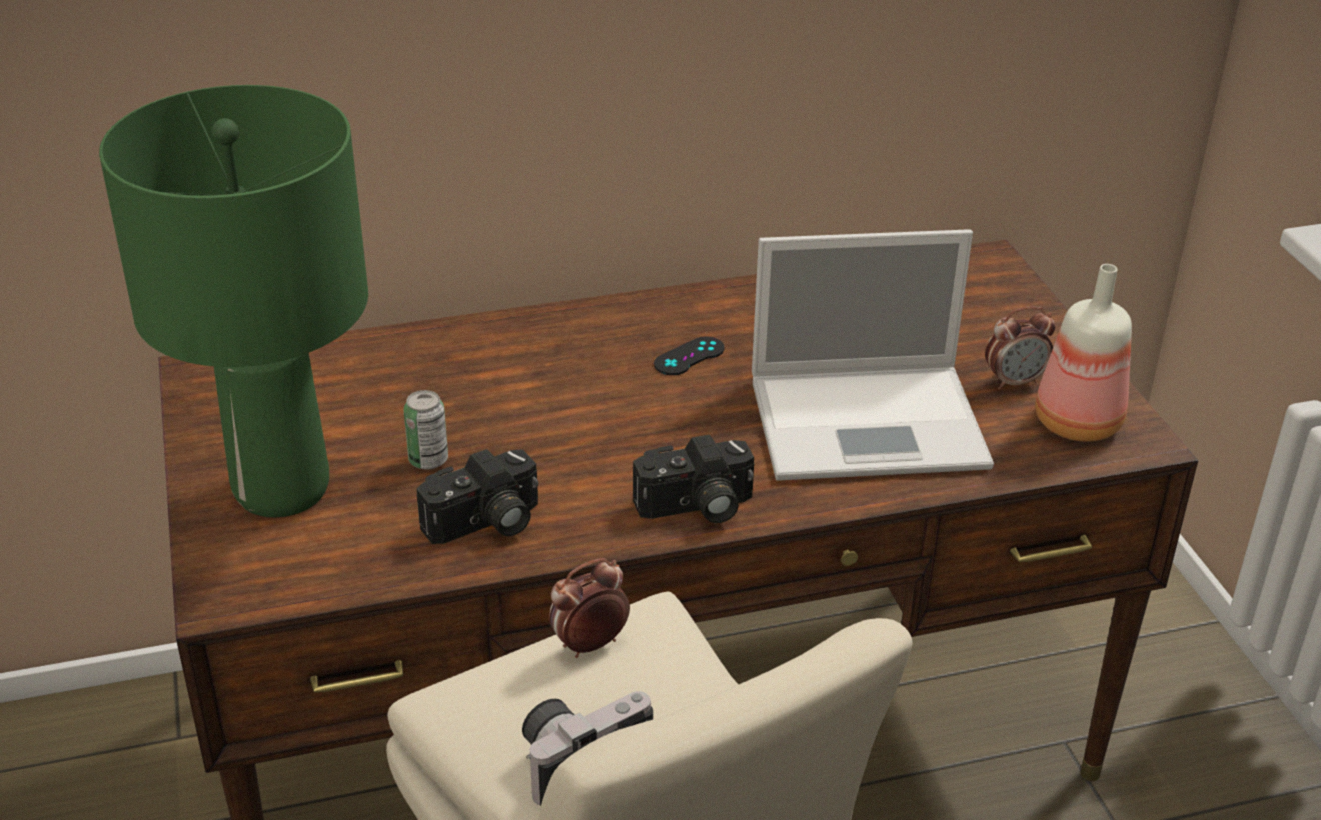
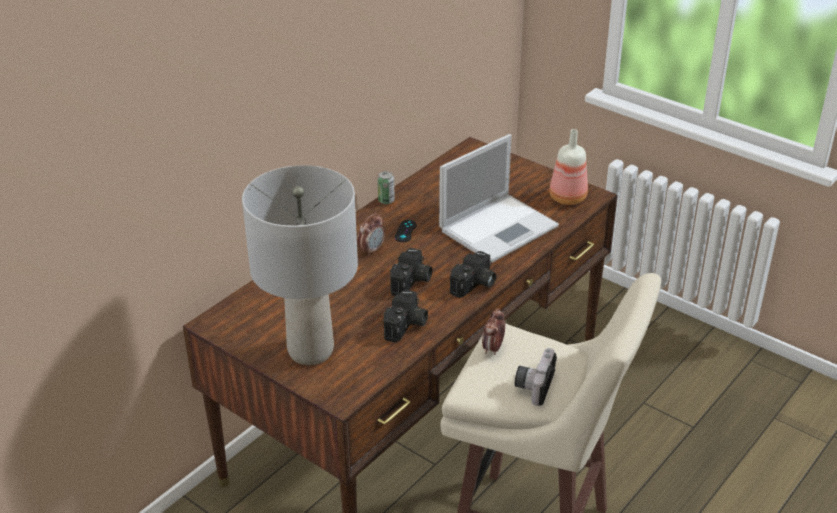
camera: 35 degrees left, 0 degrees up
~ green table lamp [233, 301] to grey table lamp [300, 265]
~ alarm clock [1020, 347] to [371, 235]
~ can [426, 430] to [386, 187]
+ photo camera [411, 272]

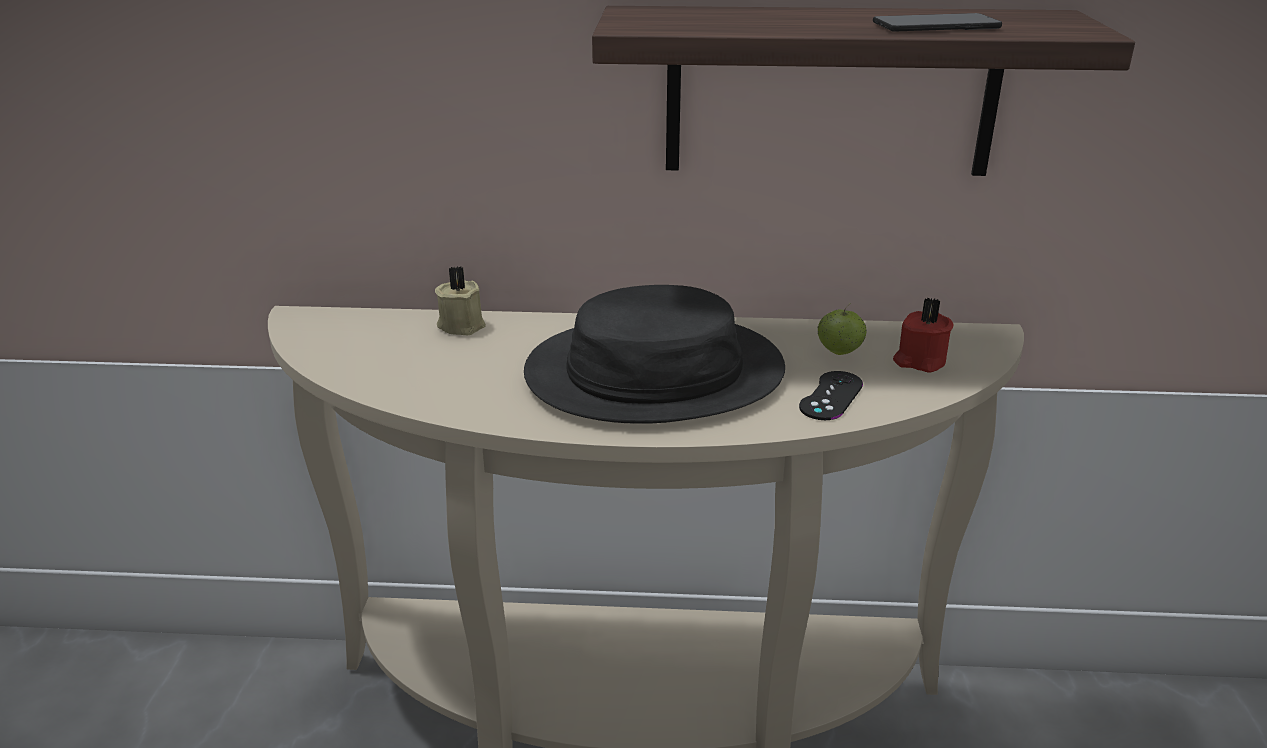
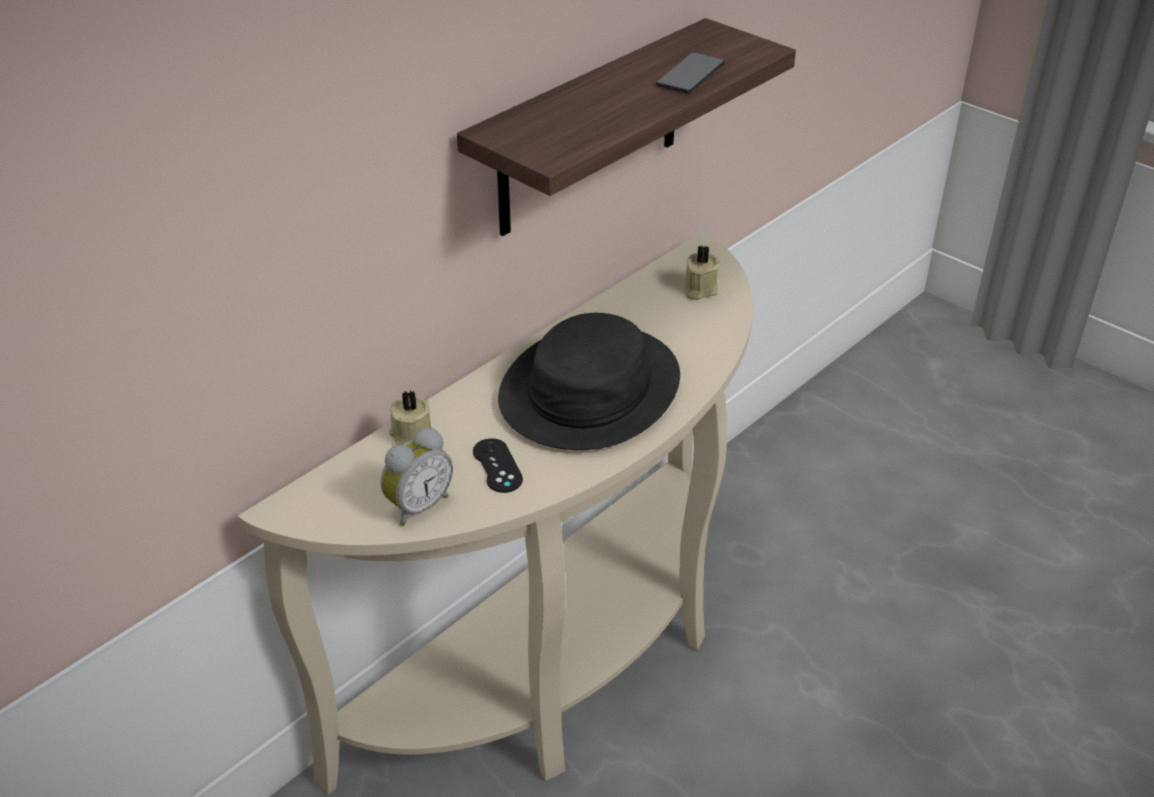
camera: 50 degrees left, 10 degrees up
~ red candle [923, 334] to beige candle [702, 272]
- apple [842, 328]
~ black game controller [831, 395] to [498, 465]
+ alarm clock [417, 477]

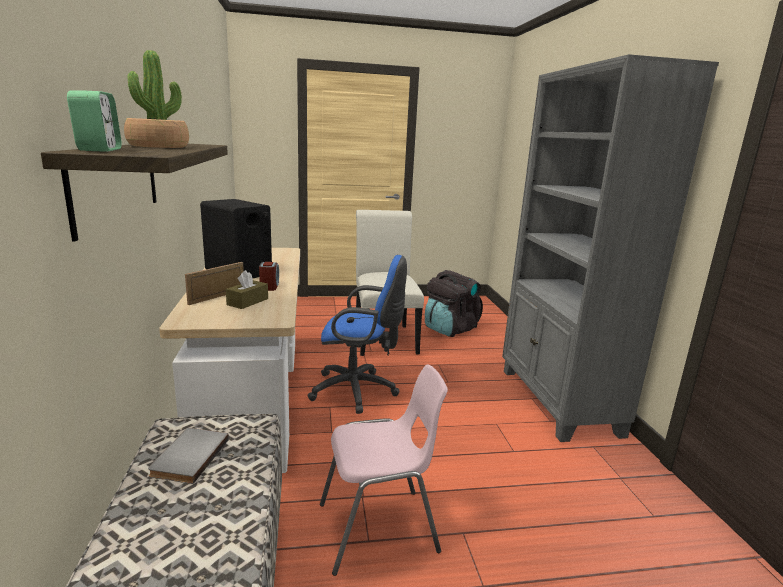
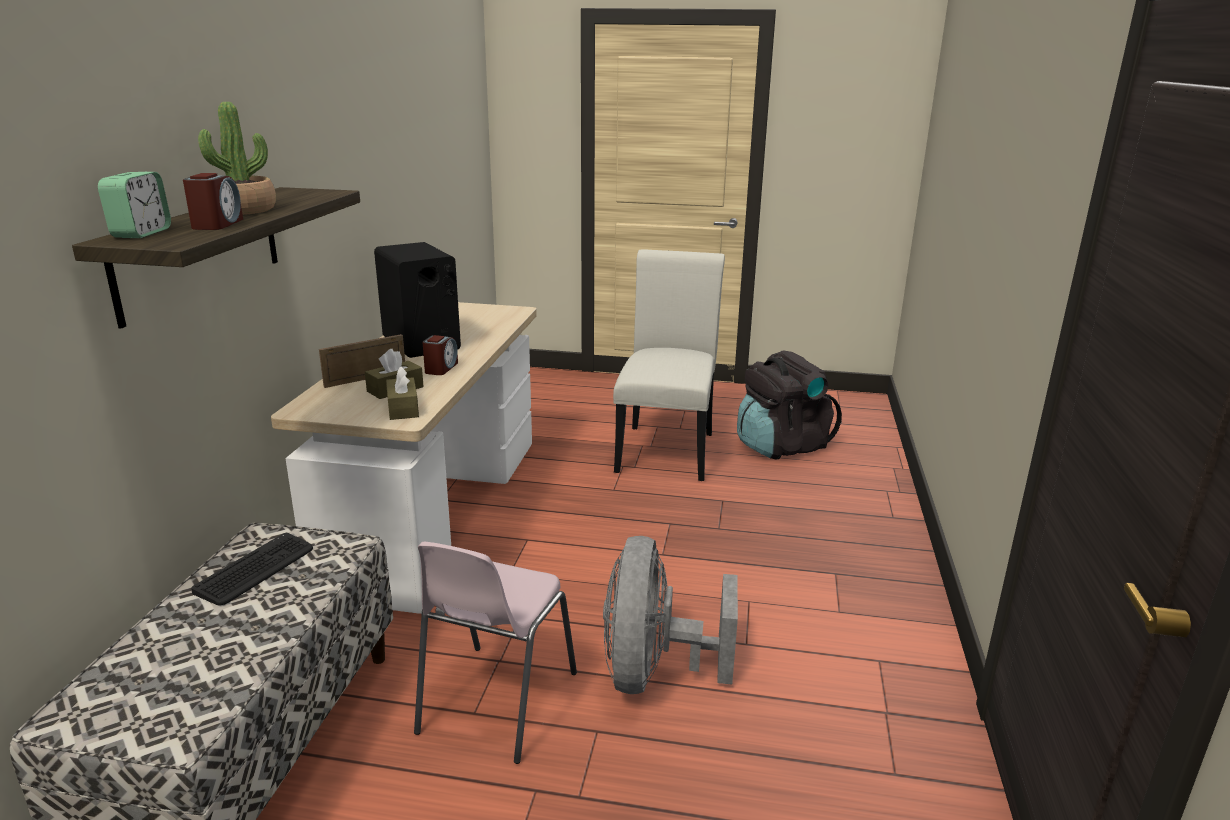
camera: 20 degrees right, 5 degrees up
- grey bookcase [610, 248]
- blue office chair [357, 334]
~ pink chair [384, 470] = [495, 652] 105 degrees clockwise
~ grey book [188, 456] to keyboard [252, 569]
+ alarm clock [213, 201]
+ brown tissue box [402, 393]
+ grey fan [670, 615]

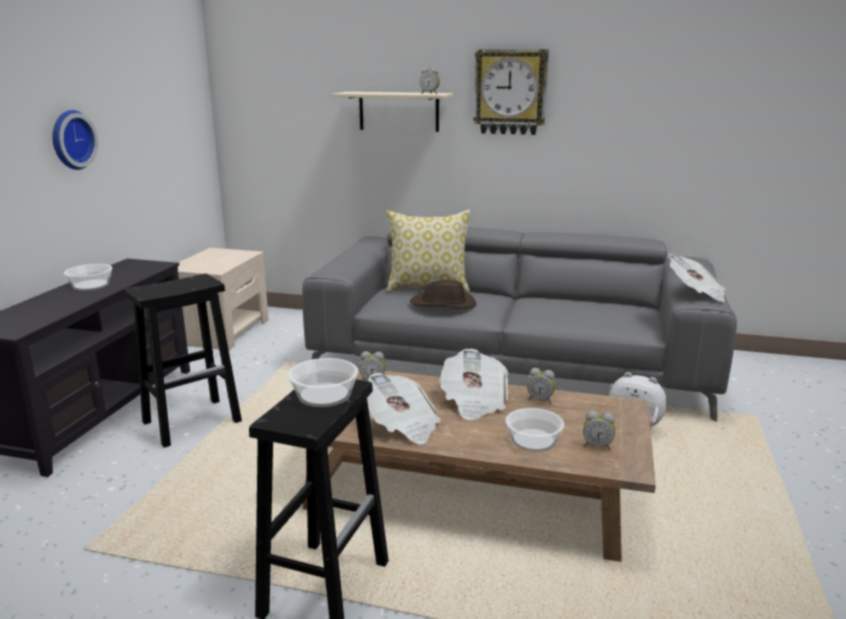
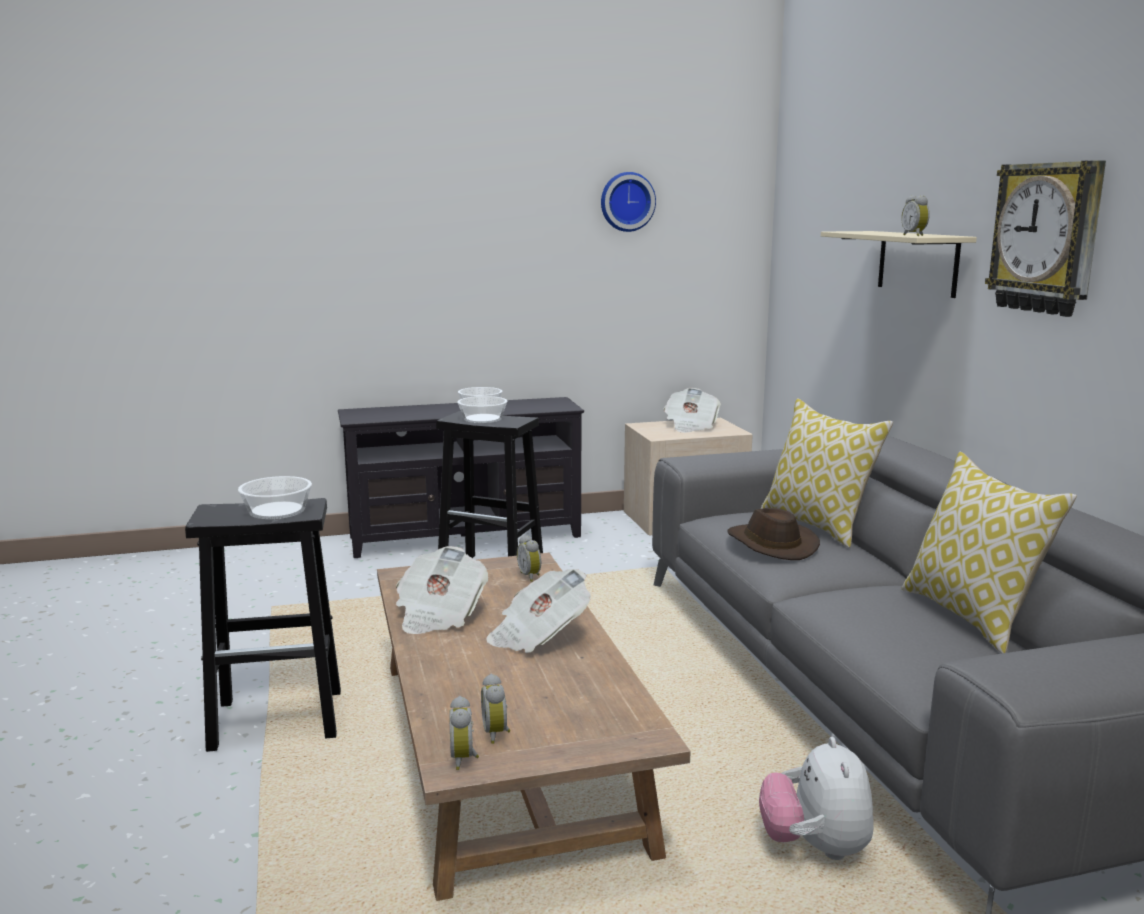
camera: 60 degrees right, 5 degrees down
~ wall clock [75, 140] to [628, 202]
~ newspaper [697, 278] to [692, 410]
~ alarm clock [541, 386] to [464, 733]
~ bowl [535, 430] to [482, 409]
+ pillow [989, 553]

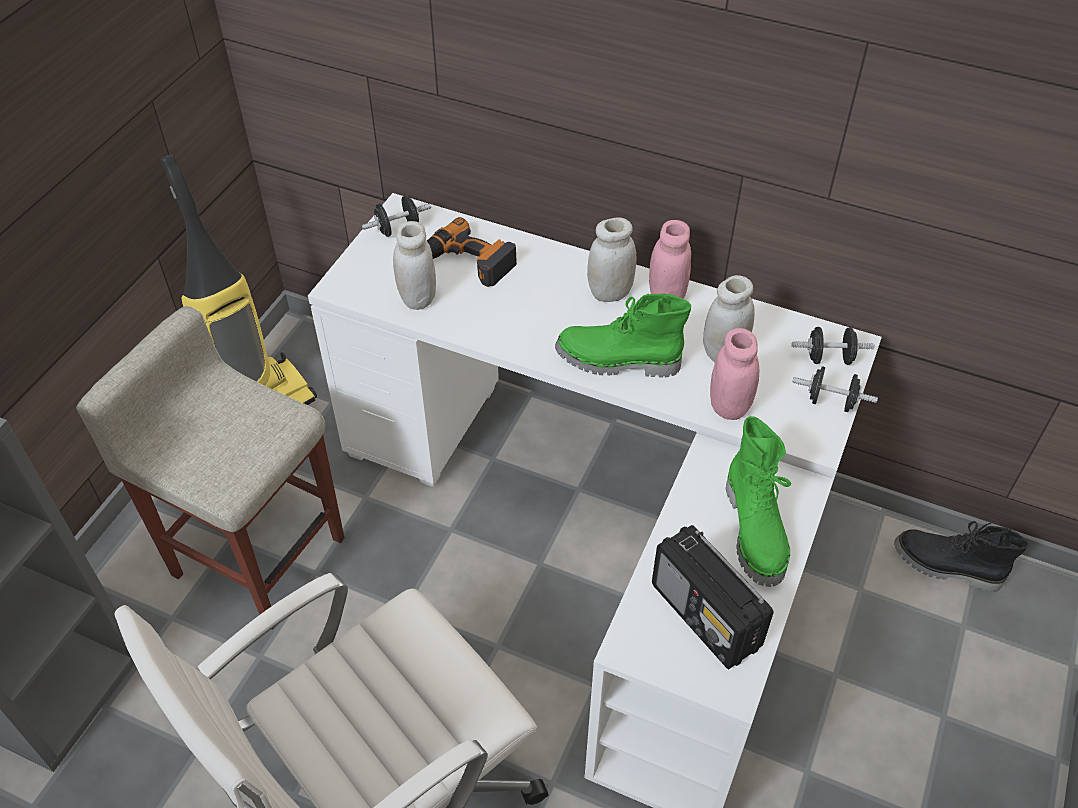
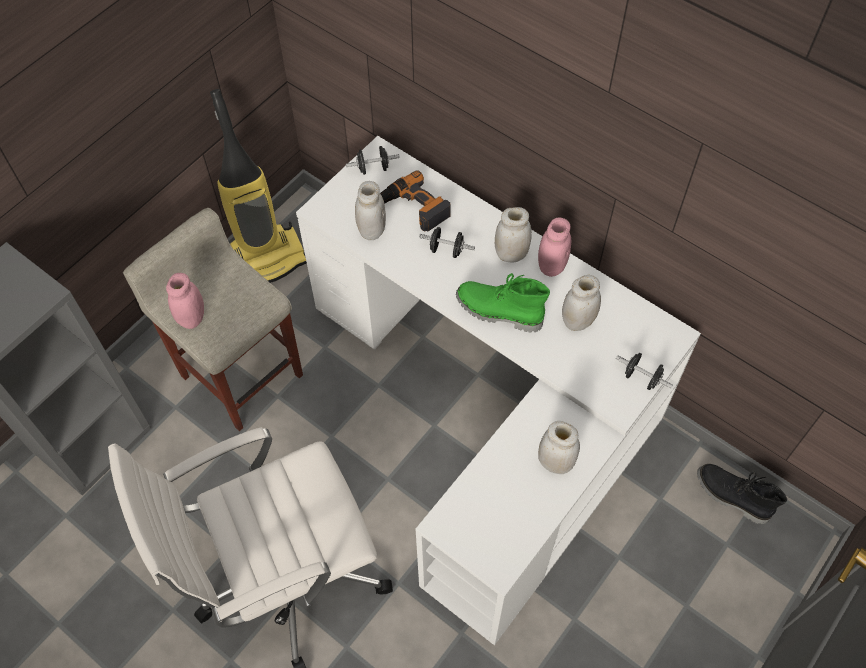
camera: 15 degrees right, 10 degrees up
~ black dumbbell [833, 346] to [447, 242]
~ pink jar [734, 374] to [185, 301]
~ green boot [758, 501] to white jar [559, 447]
- radio [713, 597]

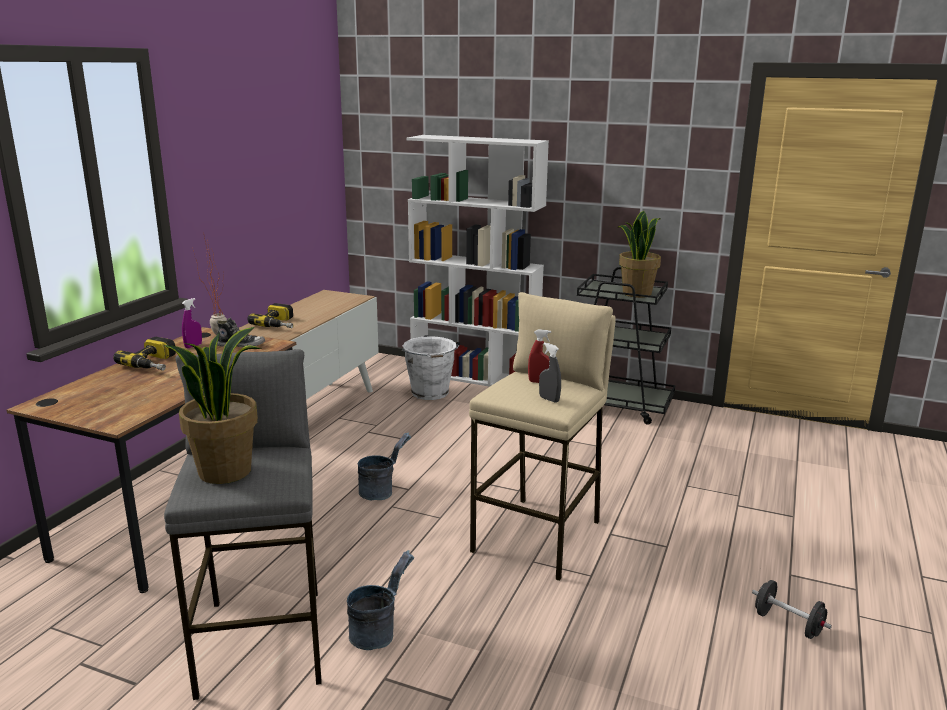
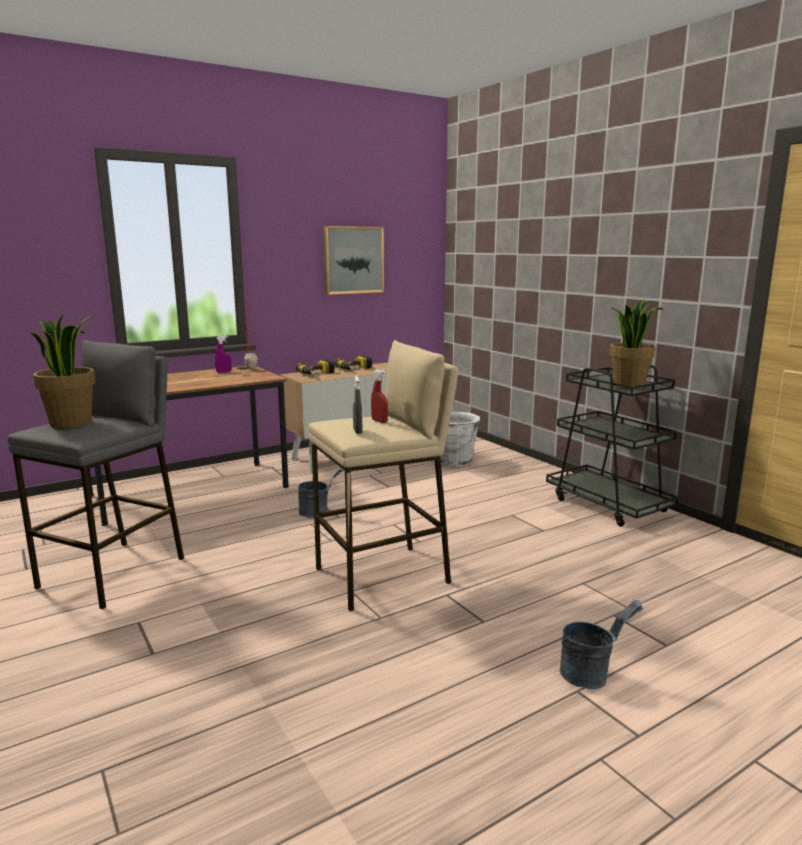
camera: 35 degrees right, 5 degrees down
- white bookcase [478, 261]
- shoe [241, 332]
~ power drill [144, 354] to [353, 363]
~ grey bucket [380, 600] to [601, 644]
- black dumbbell [792, 609]
+ picture [353, 260]

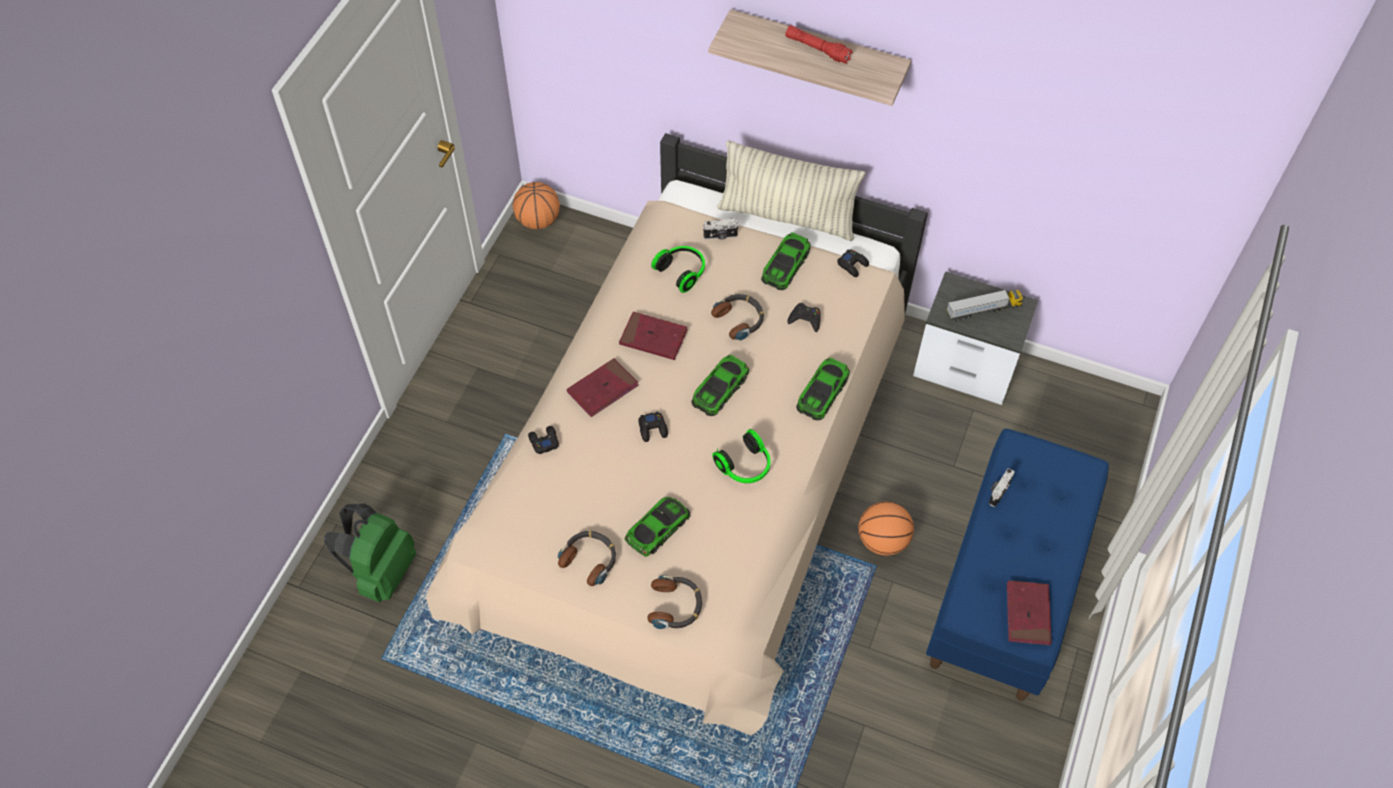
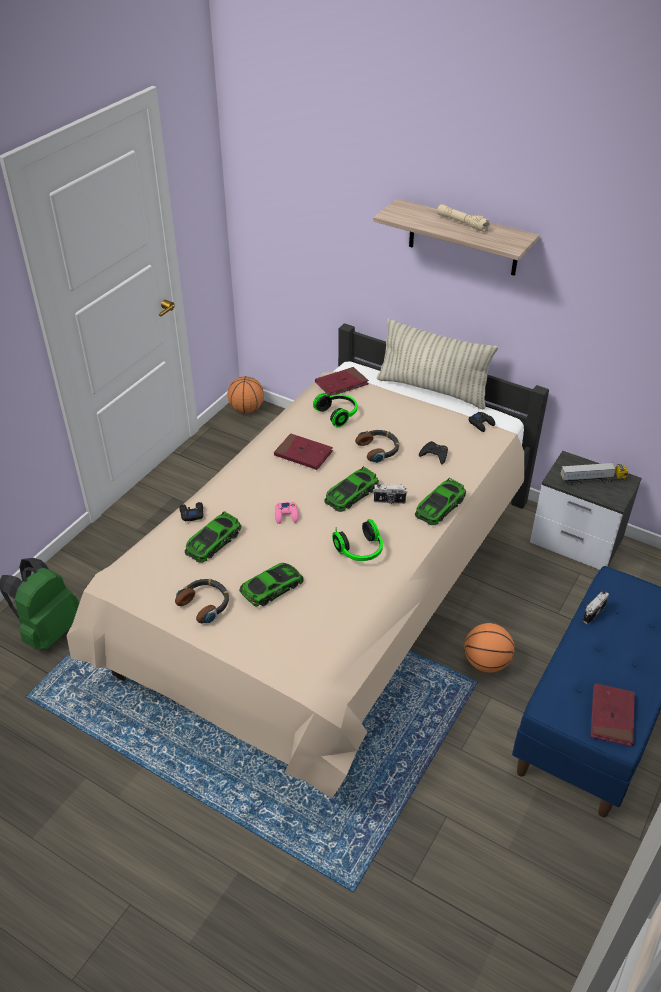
camera: 10 degrees right, 15 degrees down
~ red flashlight [819, 44] to beige flashlight [463, 218]
~ photo camera [720, 228] to [390, 494]
~ toy car [786, 261] to [213, 537]
~ red book [603, 387] to [342, 381]
~ black game controller [653, 427] to pink game controller [287, 513]
- headphones [674, 602]

